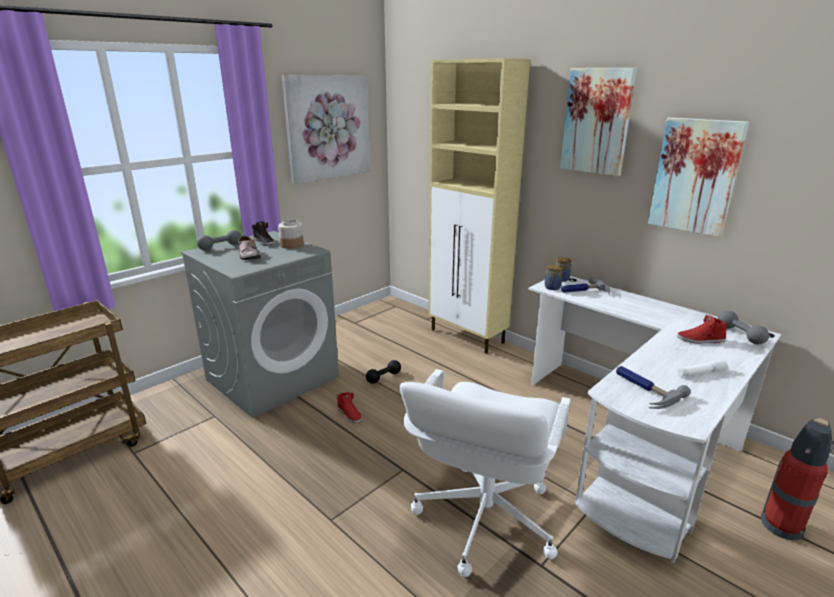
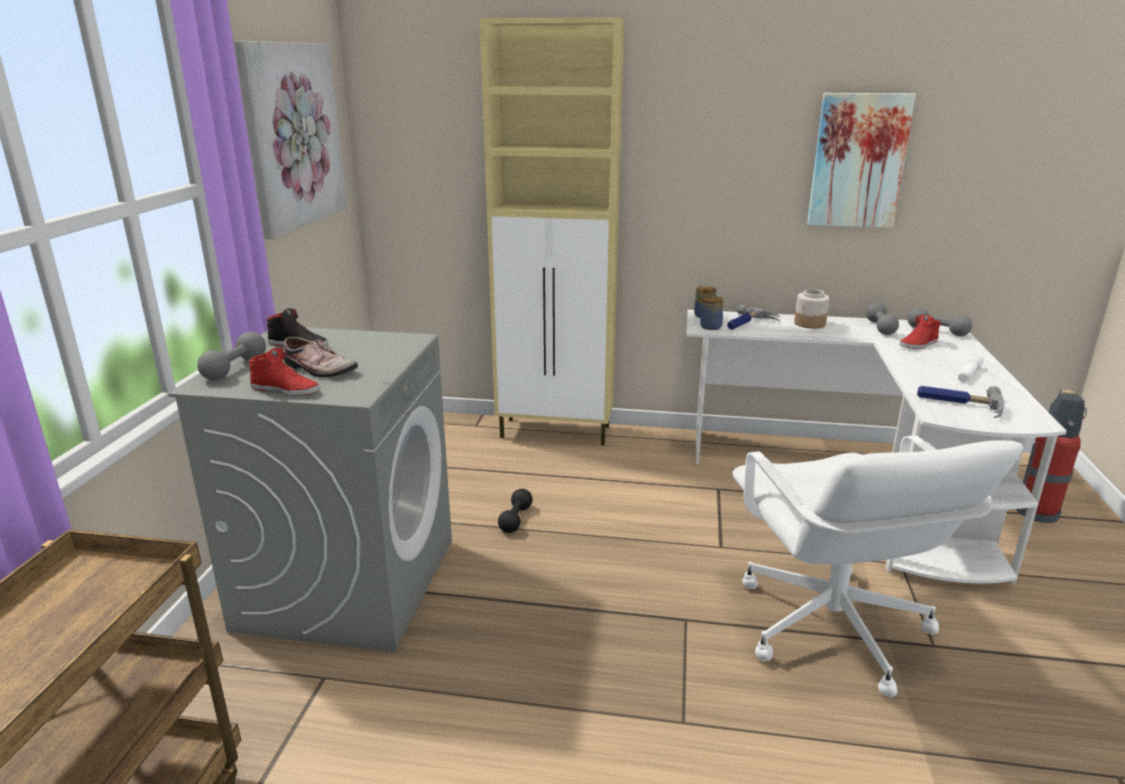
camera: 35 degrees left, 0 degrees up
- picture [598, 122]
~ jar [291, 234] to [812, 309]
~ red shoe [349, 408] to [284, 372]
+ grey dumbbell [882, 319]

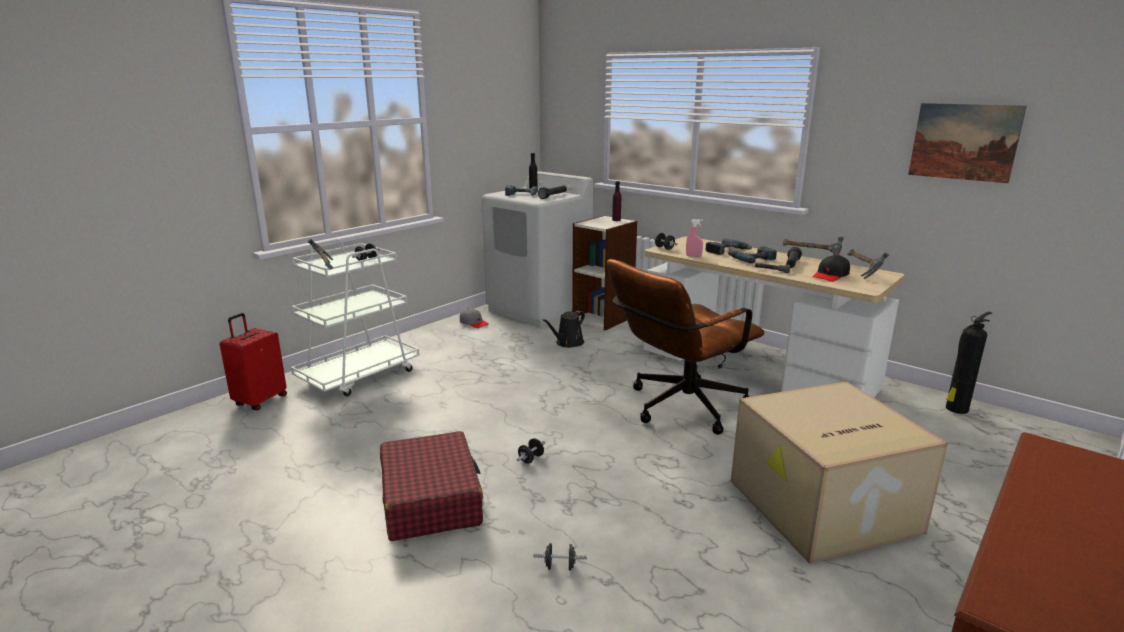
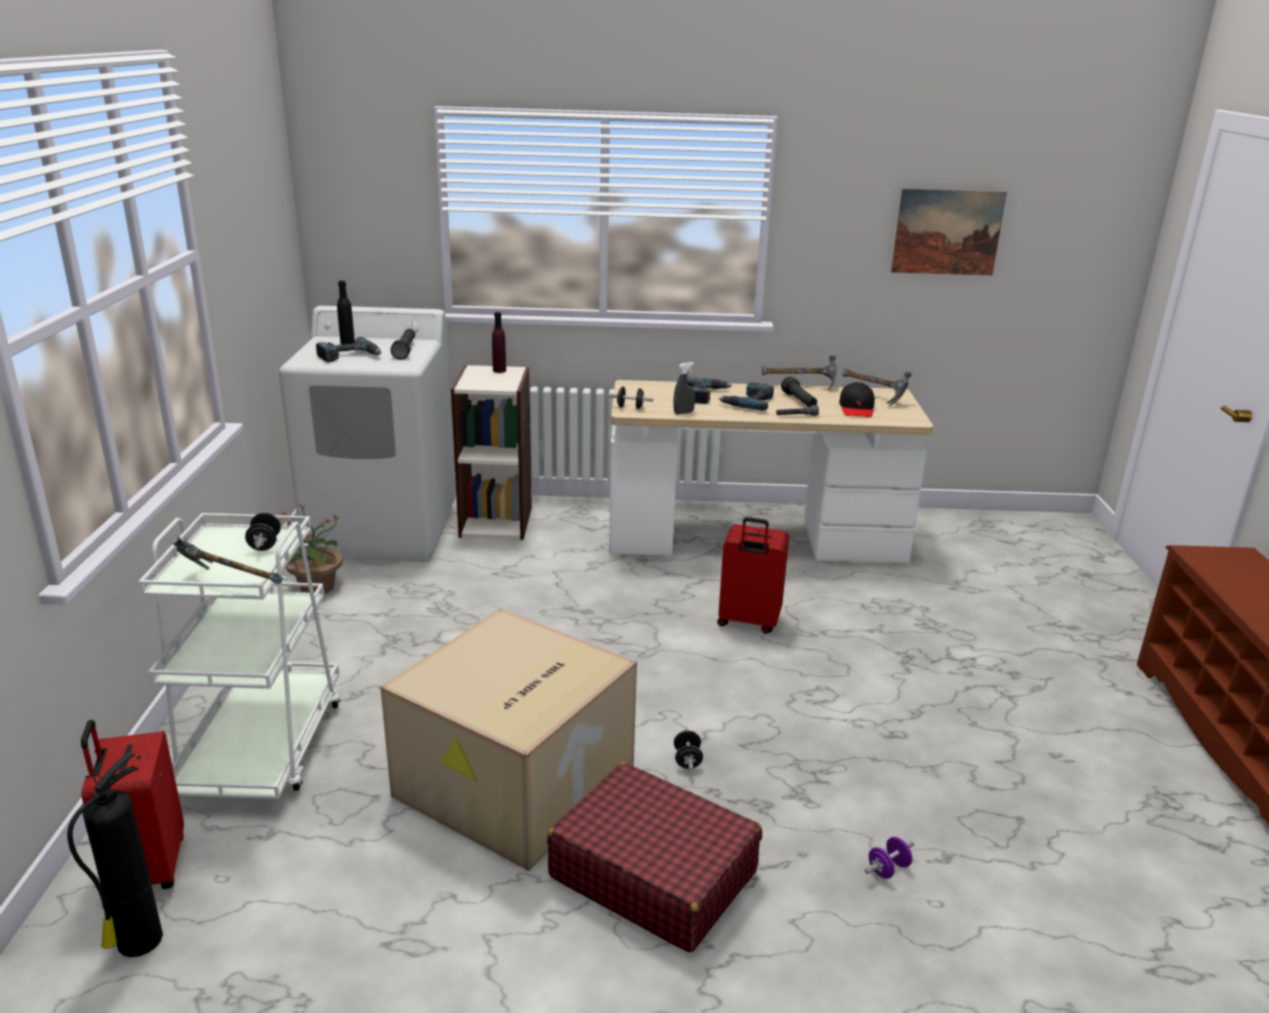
camera: 40 degrees left, 5 degrees up
~ pink spray bottle [694, 238] to grey spray bottle [684, 388]
~ brown office chair [685, 347] to red suitcase [753, 575]
~ grey cap [474, 318] to potted plant [311, 549]
- black watering can [564, 329]
~ fire extinguisher [969, 363] to [115, 854]
~ cardboard box [839, 472] to [508, 740]
~ black dumbbell [560, 556] to purple dumbbell [889, 858]

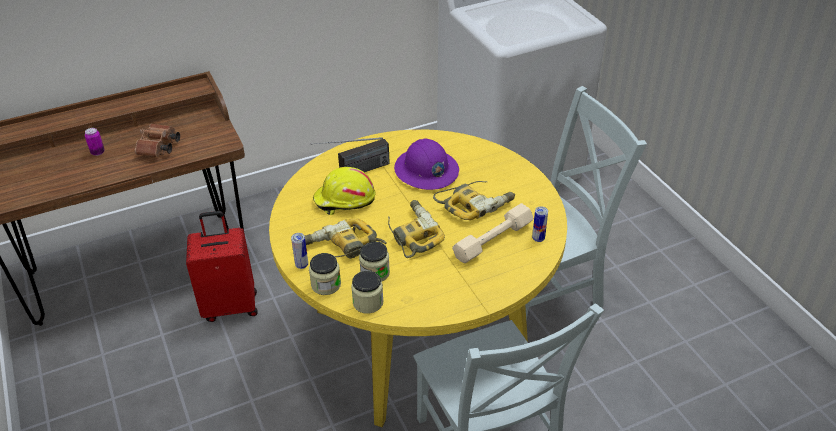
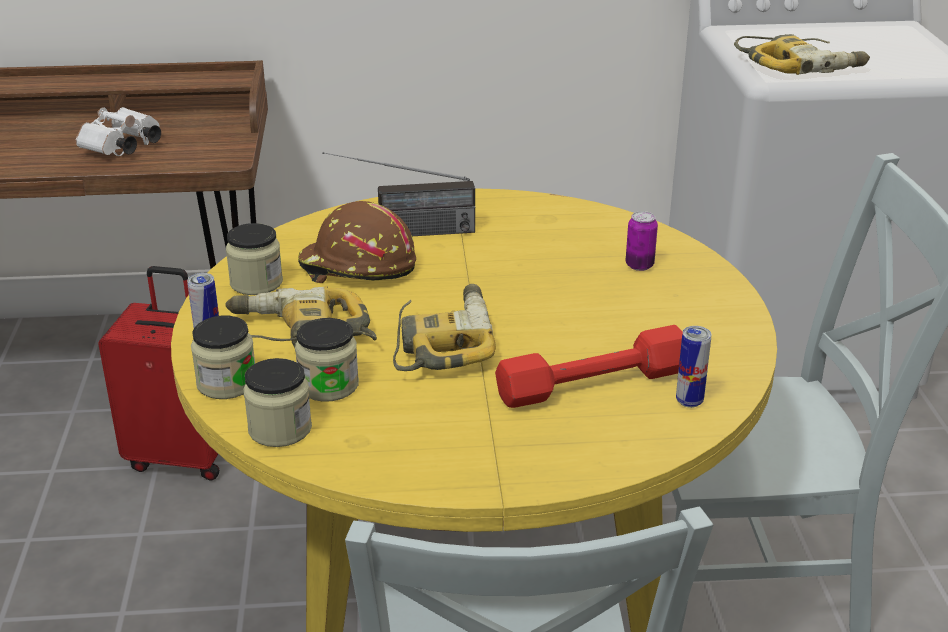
camera: 20 degrees right, 10 degrees down
~ brown binoculars [157, 140] to white binoculars [118, 131]
~ can [95, 142] to [642, 241]
- purple hard hat [426, 164]
~ yellow hard hat [344, 191] to brown hard hat [357, 242]
~ power drill [474, 200] to [802, 54]
~ beige dumbbell [493, 233] to red dumbbell [589, 366]
+ jar [254, 259]

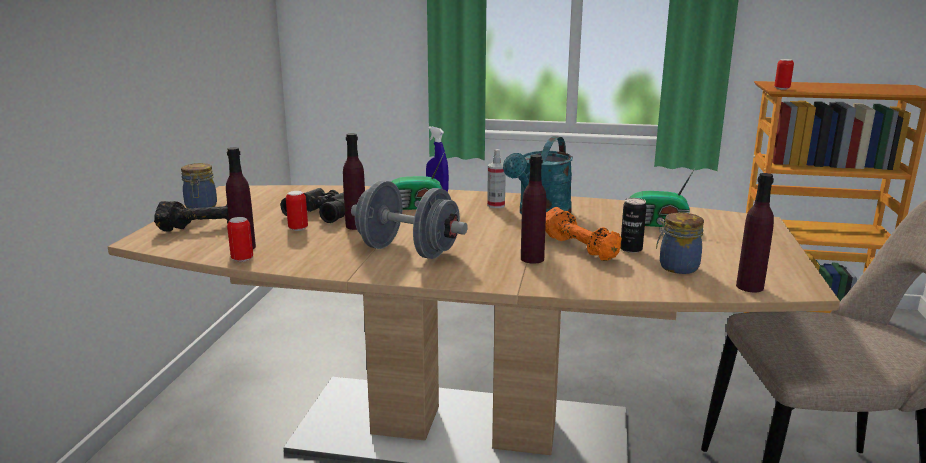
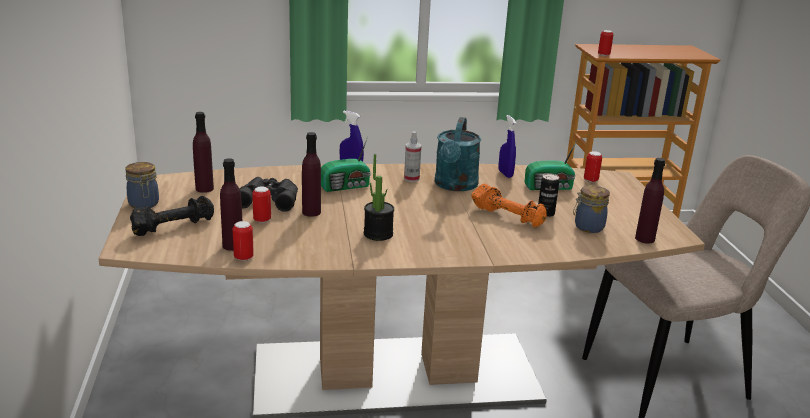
camera: 20 degrees left, 5 degrees up
~ purple bottle [533, 209] to [203, 152]
~ grey dumbbell [409, 219] to potted plant [379, 197]
+ blue spray bottle [507, 146]
+ can [593, 166]

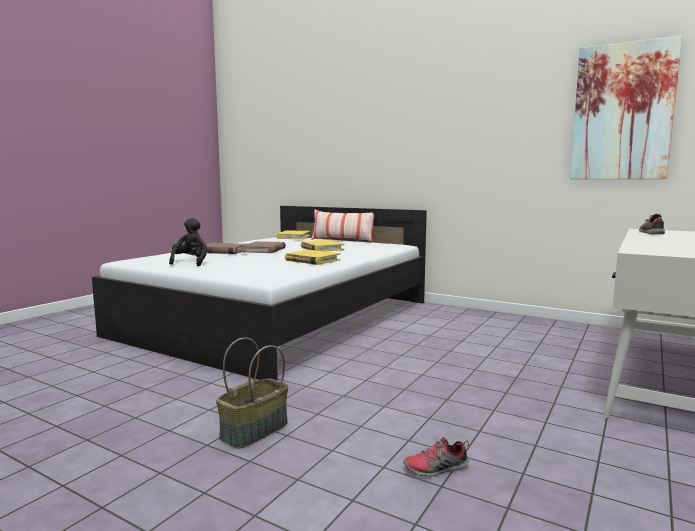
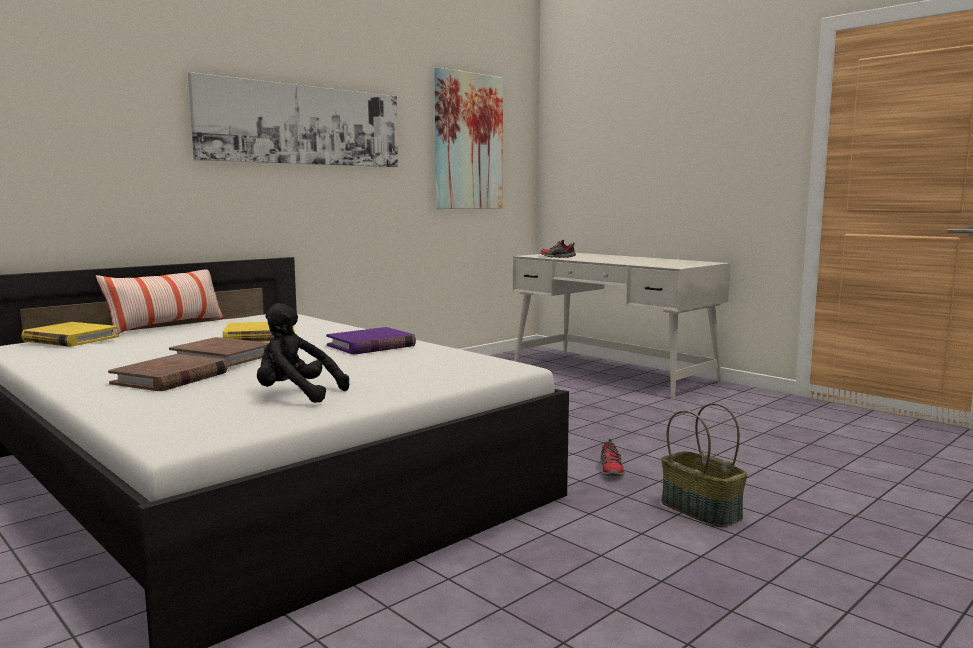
camera: 75 degrees left, 0 degrees up
~ yellow book [313, 257] to purple book [371, 340]
~ shoe [436, 457] to [612, 457]
+ picture [293, 119]

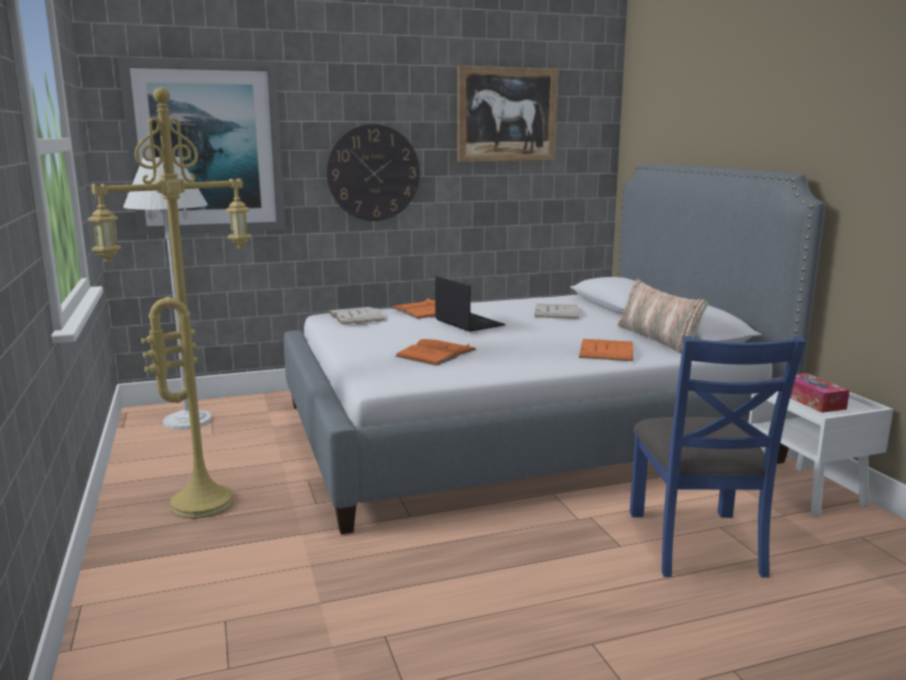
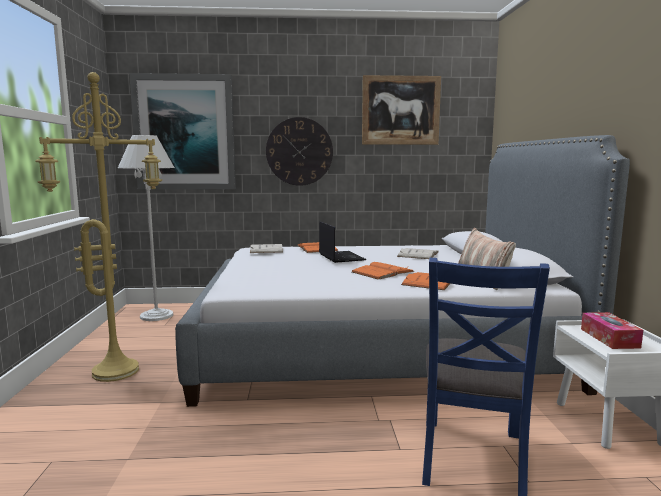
camera: 15 degrees right, 5 degrees down
~ orange book [436, 352] to [383, 271]

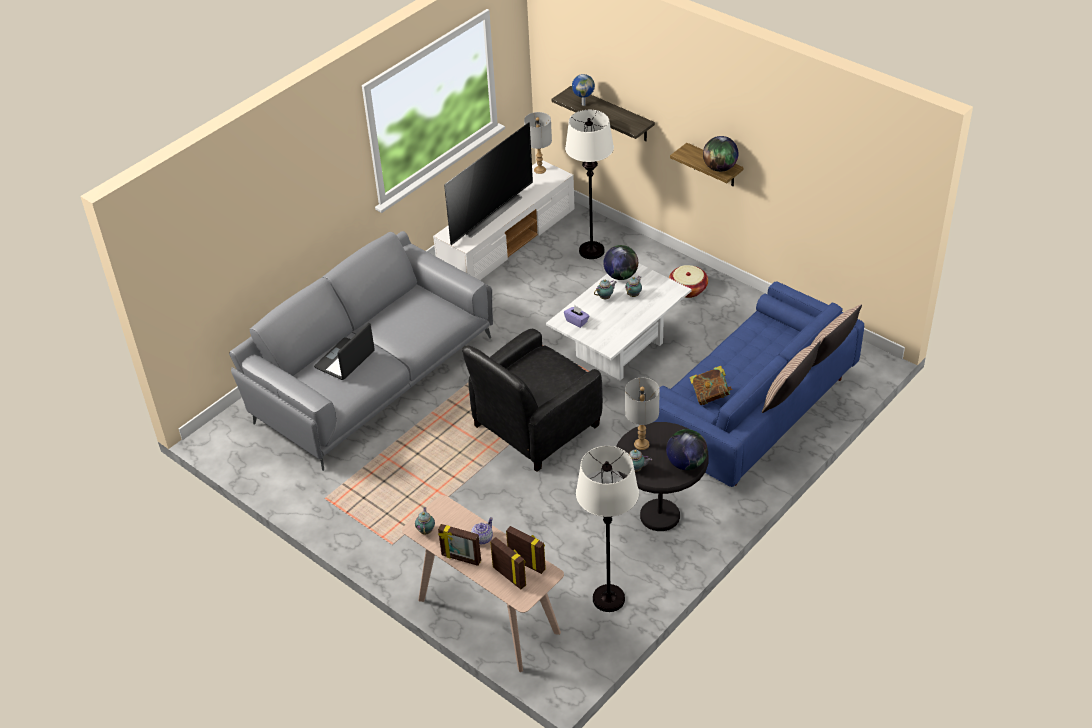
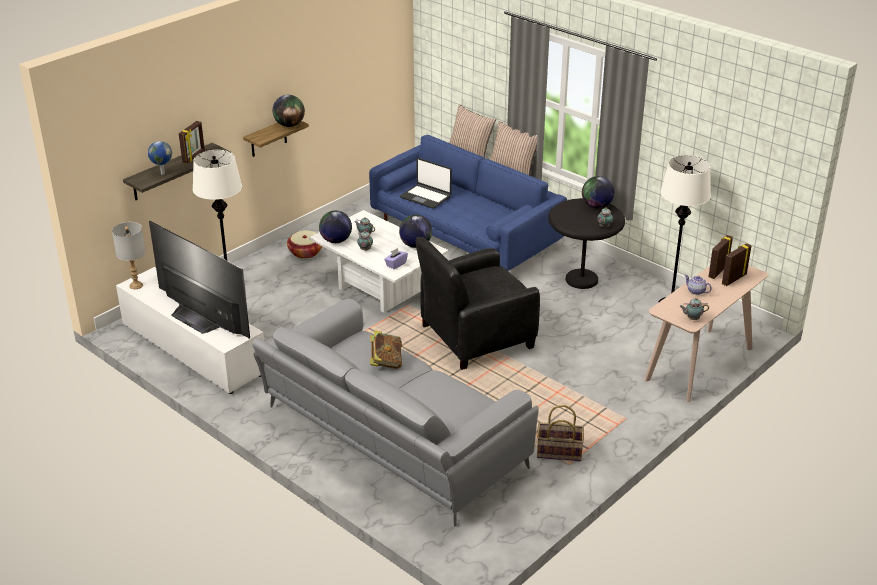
camera: 90 degrees left, 10 degrees down
~ laptop [344, 351] to [426, 183]
~ black armchair [532, 400] = [477, 303] 105 degrees clockwise
~ book [710, 385] to [386, 349]
- grey table lamp [642, 414]
~ picture frame [459, 545] to [192, 142]
+ globe [415, 231]
+ basket [560, 433]

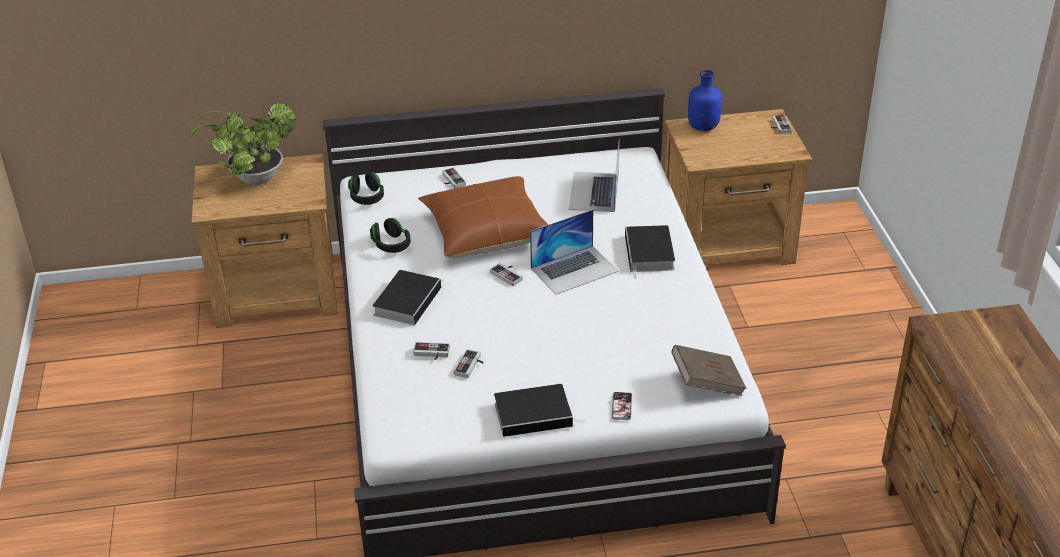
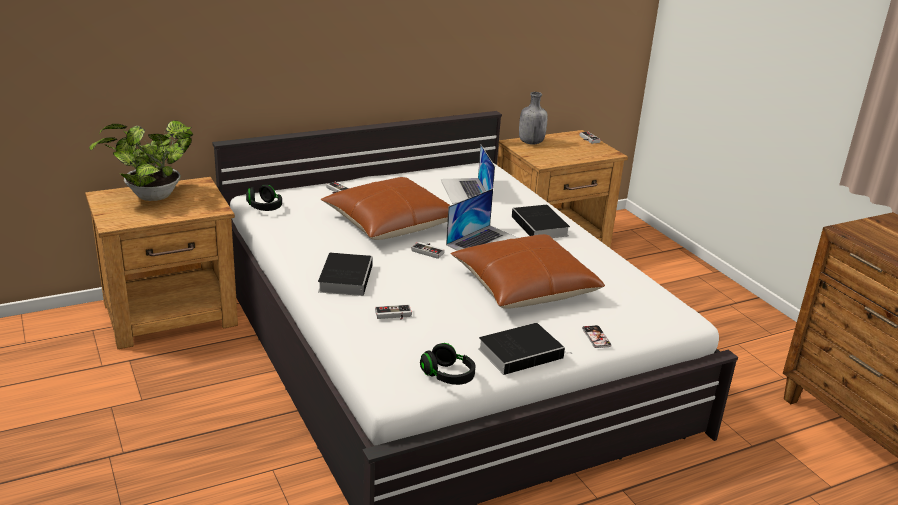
camera: 20 degrees left, 10 degrees down
~ blue bottle [705, 100] to grey bottle [533, 118]
~ black headphones [390, 235] to [447, 364]
- brown book [709, 370]
- game controller [469, 363]
+ brown pillow [527, 271]

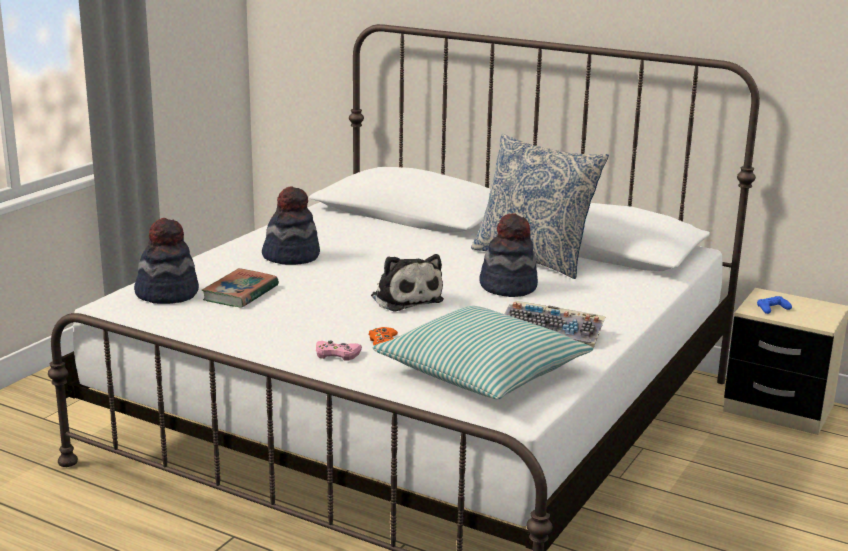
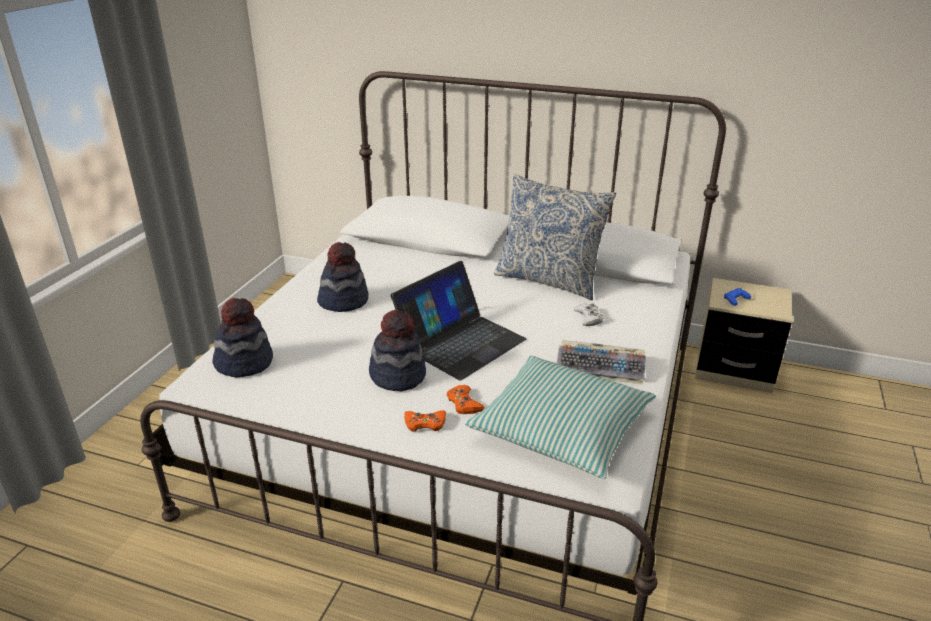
camera: 10 degrees left, 10 degrees up
~ hat [508, 255] to [397, 350]
~ plush toy [407, 283] to laptop [458, 321]
- book [240, 288]
~ pink game controller [339, 351] to orange game controller [425, 421]
+ white game controller [588, 315]

